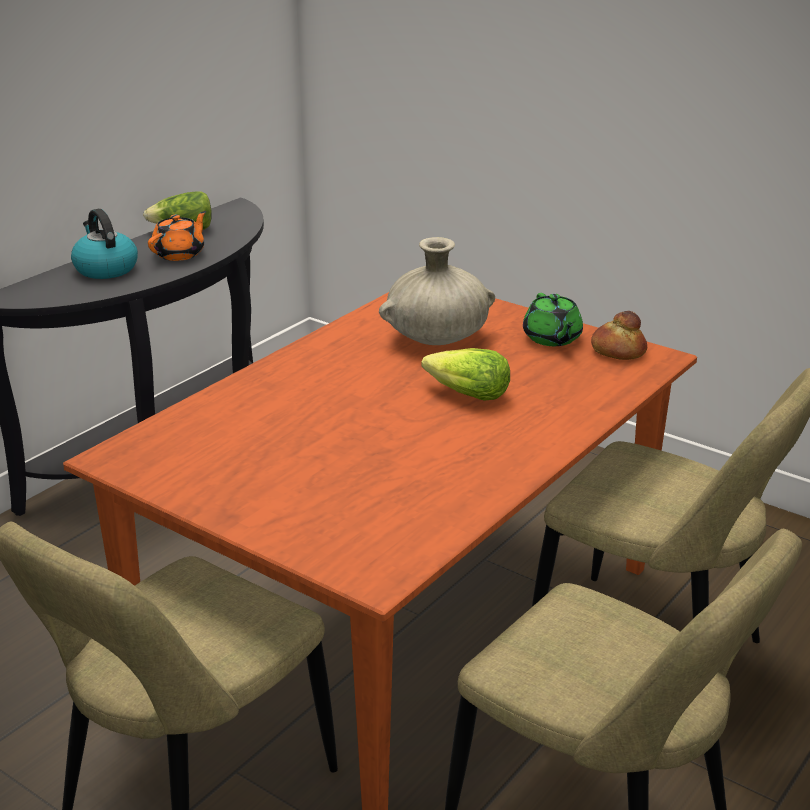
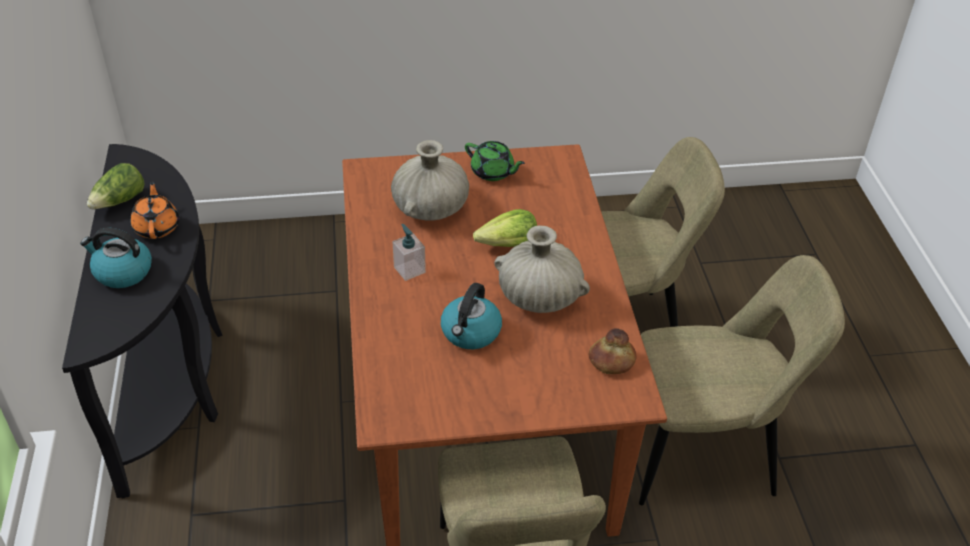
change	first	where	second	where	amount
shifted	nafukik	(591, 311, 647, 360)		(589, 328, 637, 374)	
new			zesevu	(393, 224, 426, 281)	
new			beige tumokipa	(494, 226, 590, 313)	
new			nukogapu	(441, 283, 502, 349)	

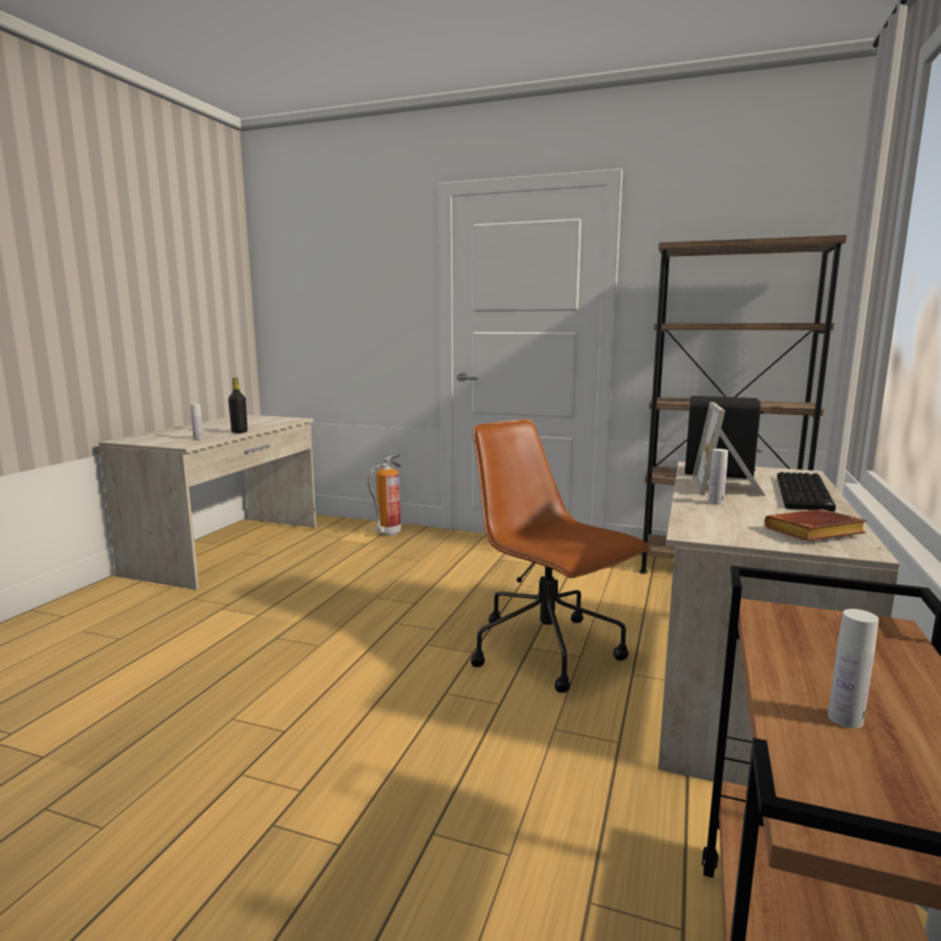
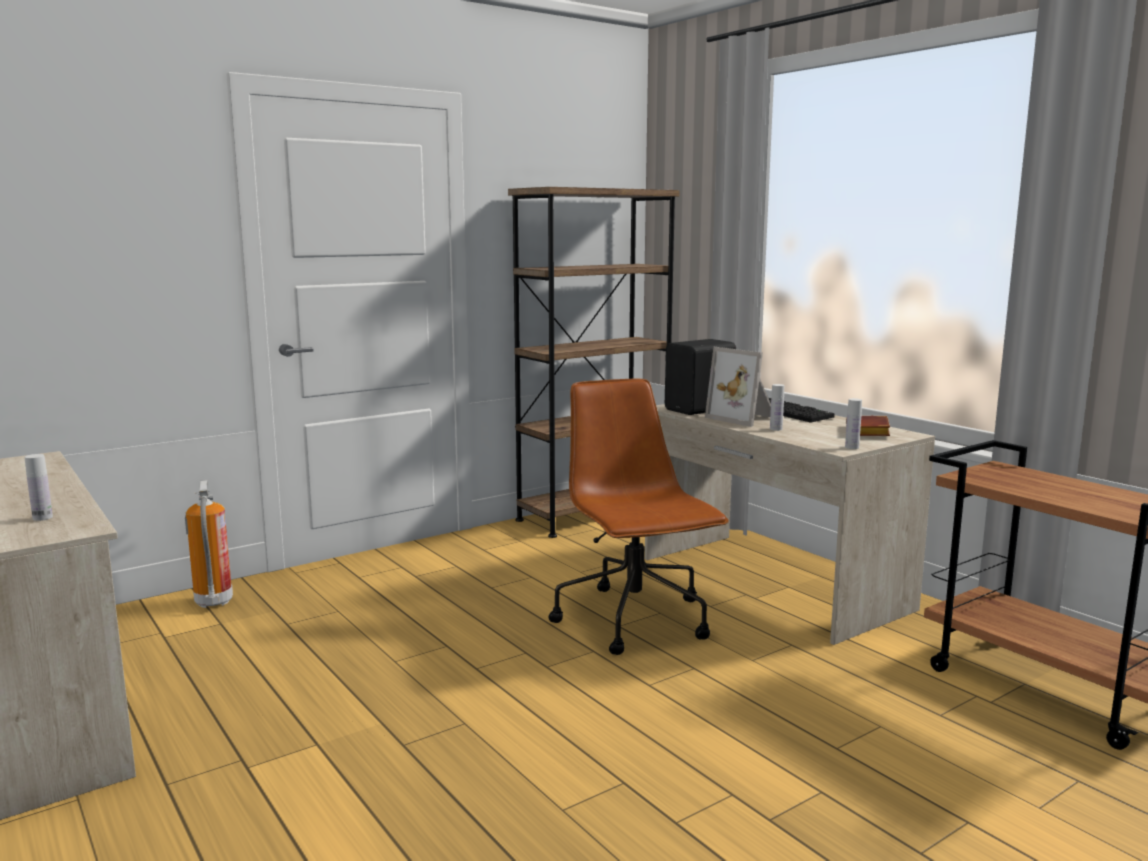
change	first	where	second	where	amount
gone	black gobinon	(228, 378, 248, 433)			
rotated	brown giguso	(471, 419, 651, 693)		(548, 379, 729, 655)	75 degrees clockwise
shifted	white gobinon	(828, 609, 879, 728)		(845, 398, 862, 449)	

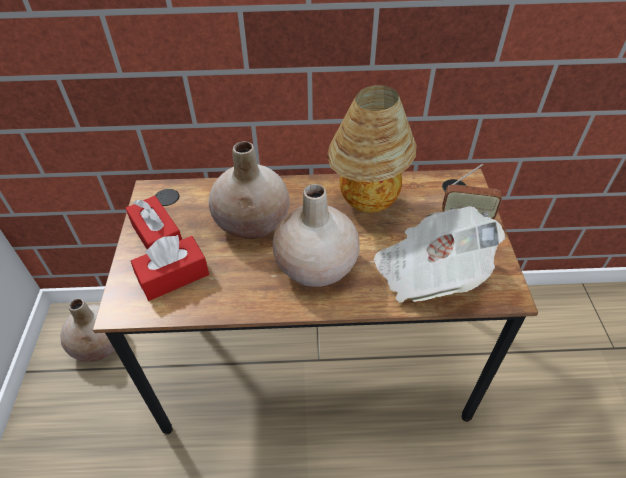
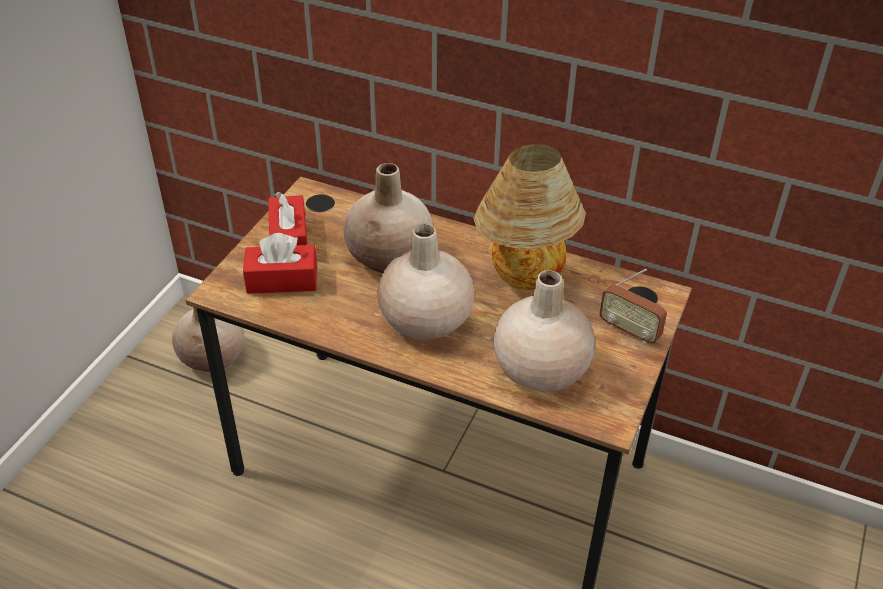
change	first	where	second	where	amount
swapped	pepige	(374, 206, 505, 303)	beige tumokipa	(493, 270, 596, 392)	

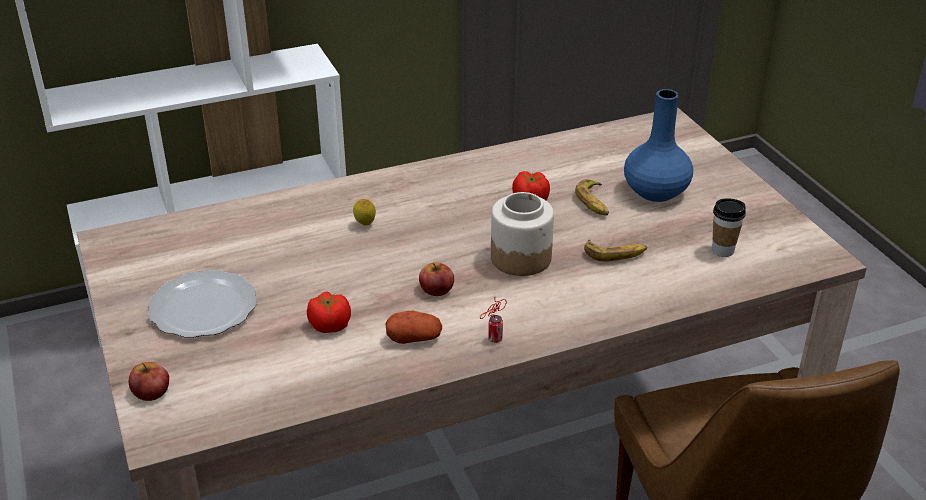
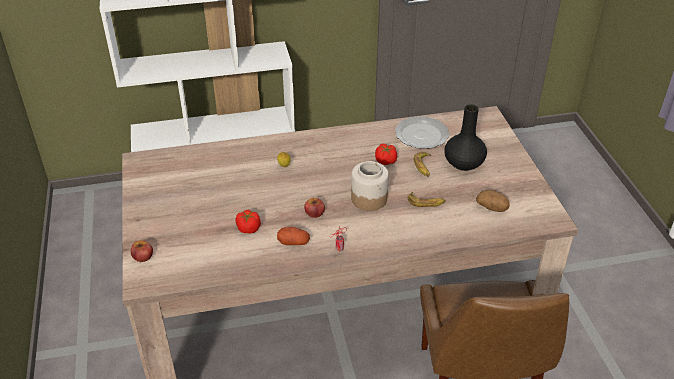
change	first	where	second	where	amount
repainted	blue tumokipa	(624, 89, 693, 202)	black tumokipa	(444, 104, 487, 171)	
swapped	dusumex	(712, 198, 746, 257)	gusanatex	(476, 190, 510, 212)	
shifted	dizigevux	(148, 270, 257, 338)		(395, 116, 450, 149)	

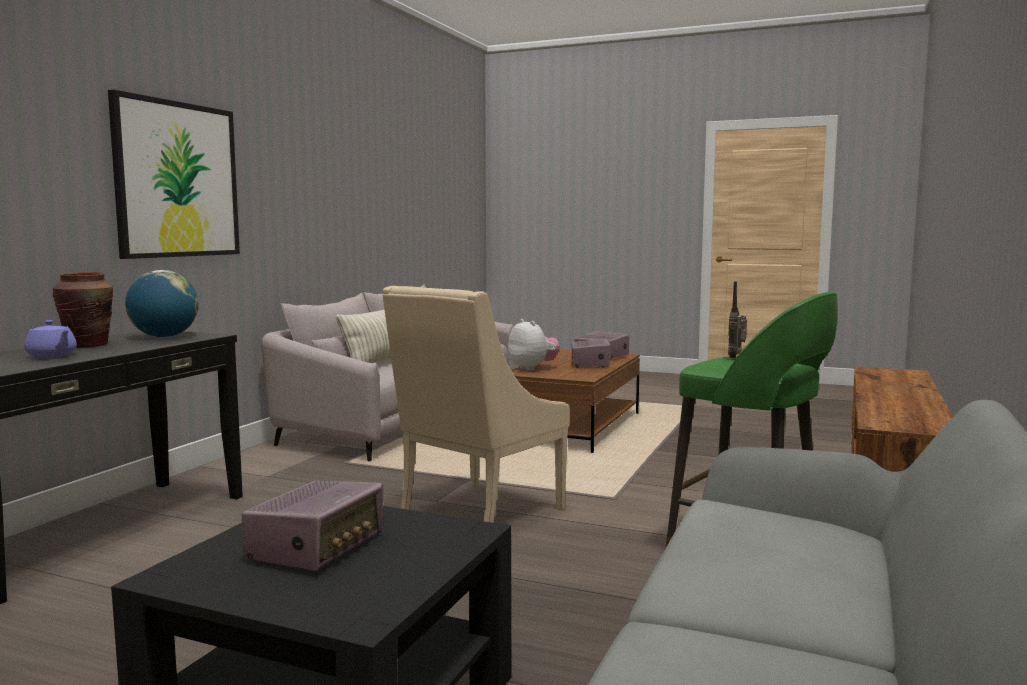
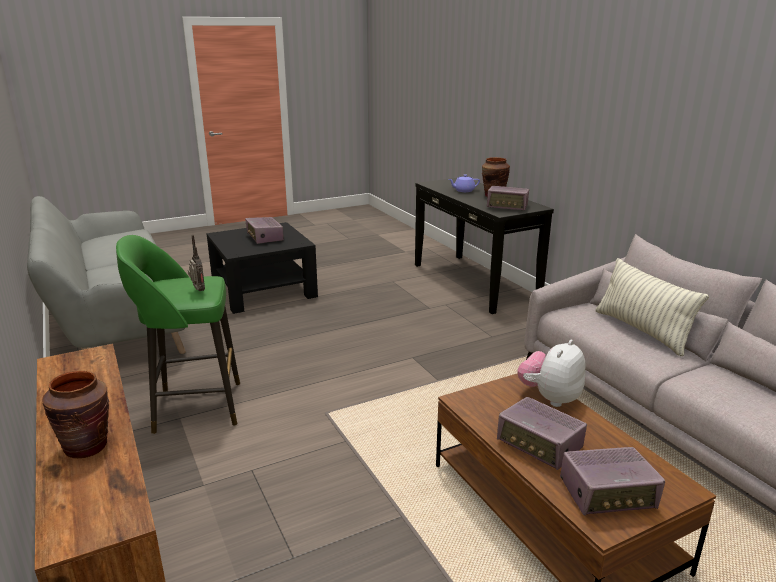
change	first	where	second	where	amount
gone	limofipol	(108, 90, 240, 259)			
swapped	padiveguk	(125, 270, 199, 337)	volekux	(487, 186, 529, 210)	
gone	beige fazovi	(383, 286, 569, 523)			
rotated	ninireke	(508, 319, 560, 371)		(517, 339, 586, 407)	120 degrees clockwise
new			brown tumokipa	(42, 371, 109, 458)	

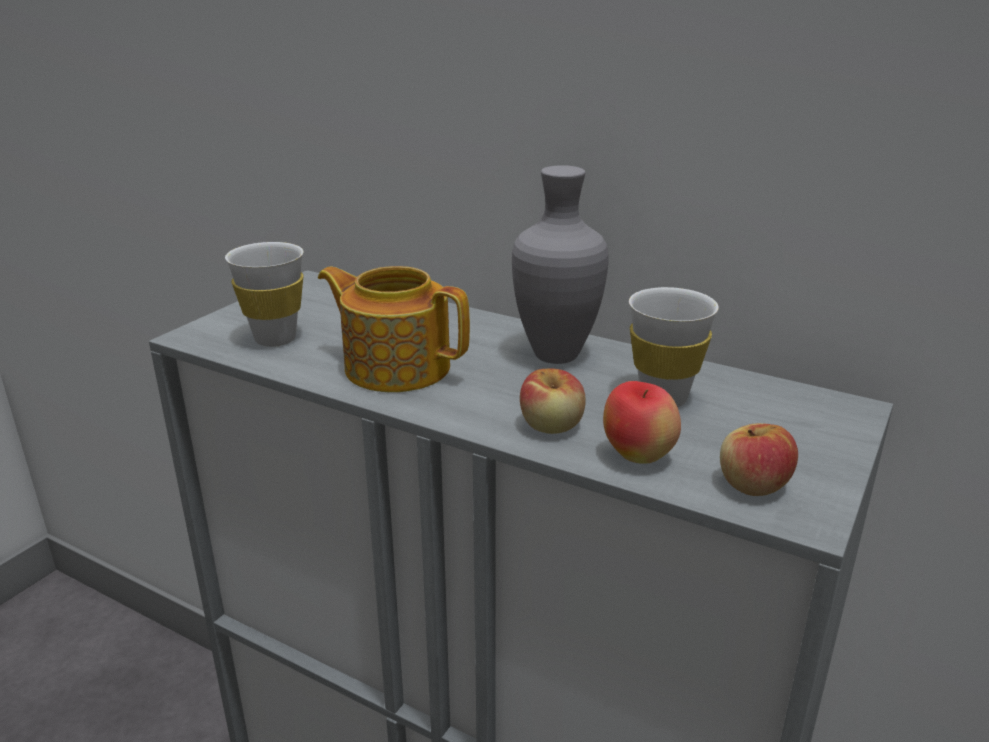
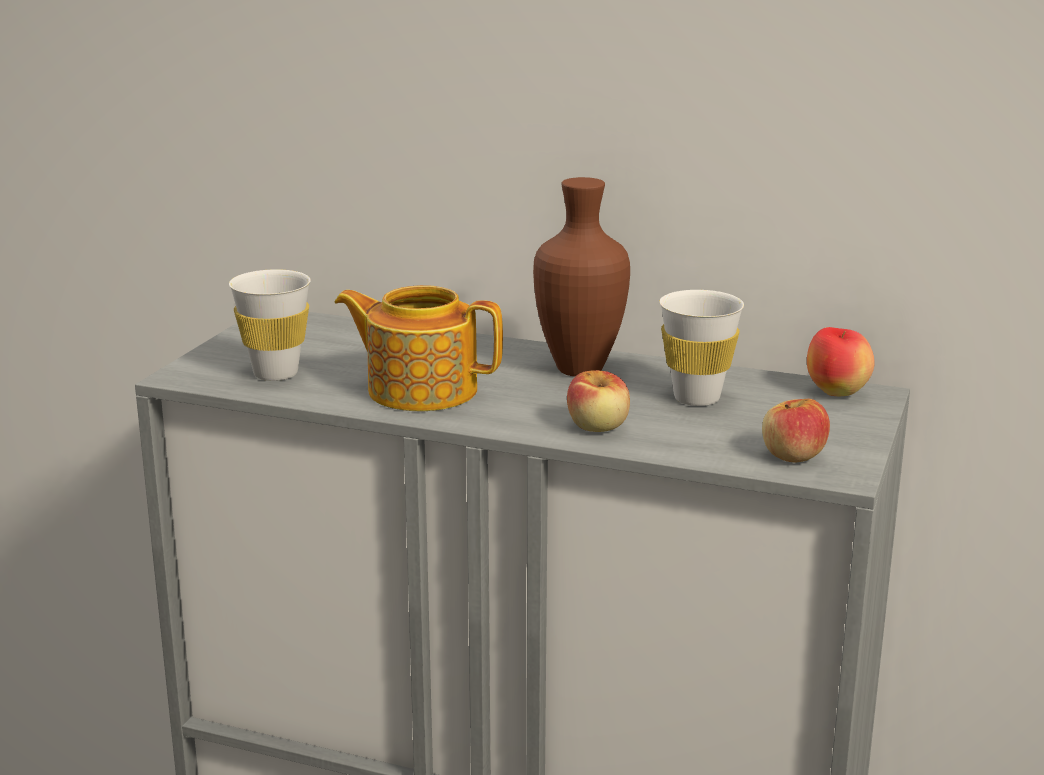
change	first	where	second	where	amount
repainted	grey tumokipa	(512, 165, 609, 364)	brown tumokipa	(533, 177, 630, 377)	
shifted	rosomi	(603, 381, 681, 464)		(807, 327, 875, 396)	

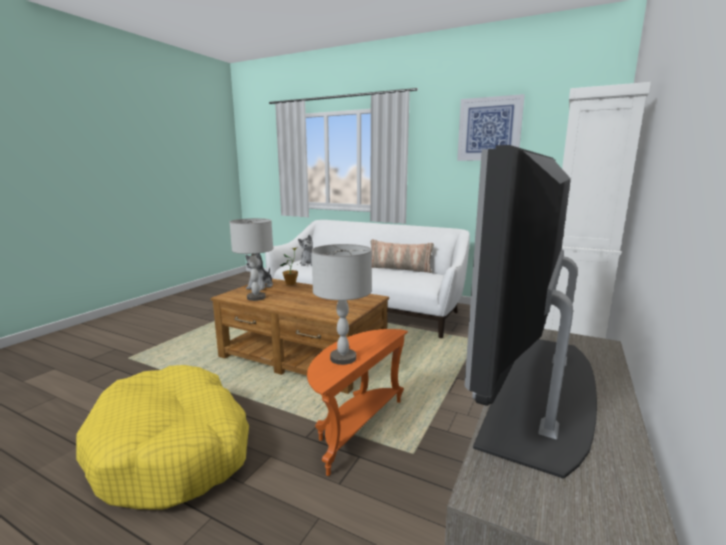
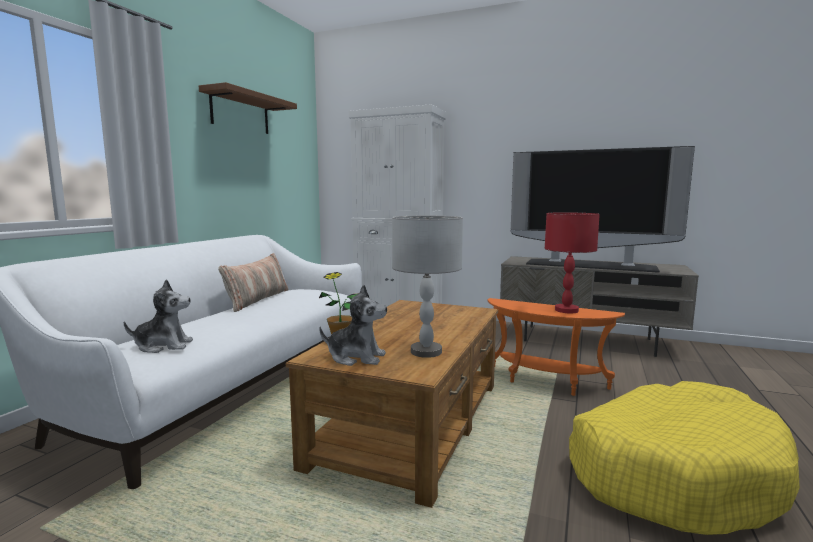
change	first	where	second	where	amount
swapped	limofipol	(457, 94, 525, 161)	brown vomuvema	(199, 82, 297, 134)	
repainted	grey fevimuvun	(312, 244, 372, 365)	red fevimuvun	(545, 212, 600, 313)	

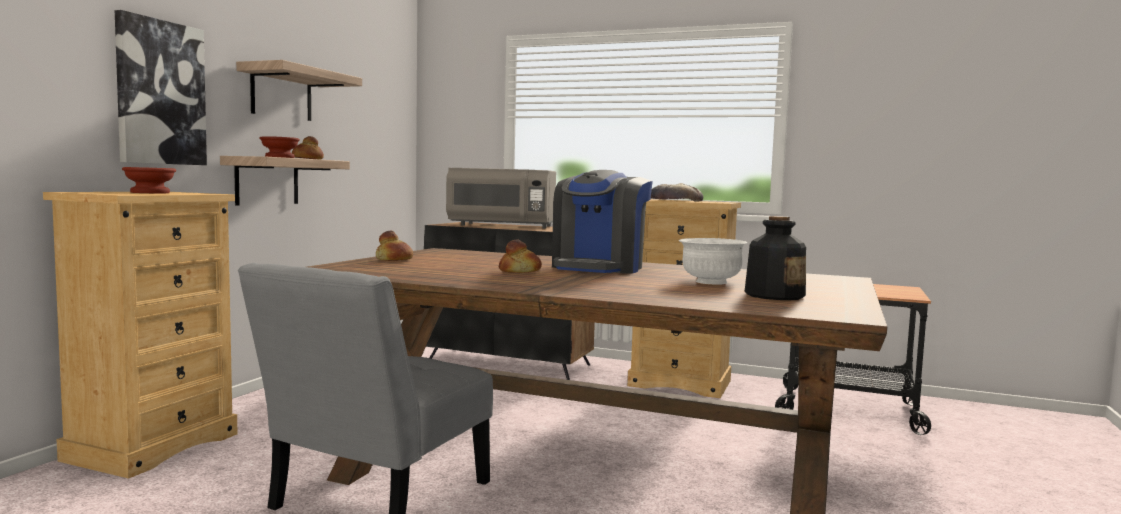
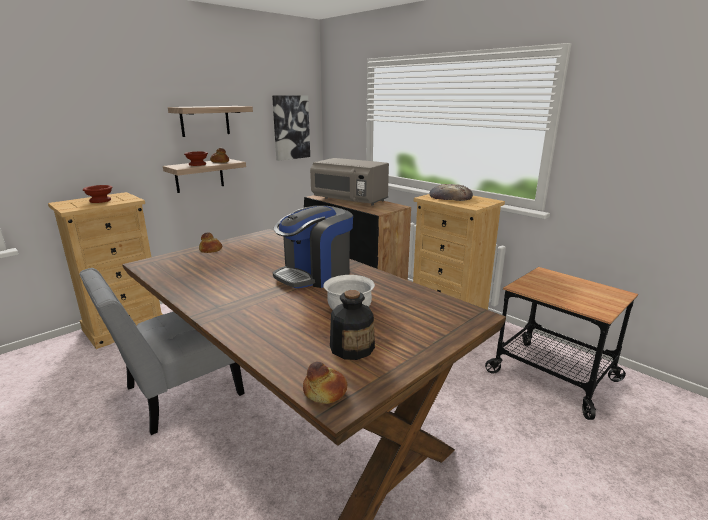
change	first	where	second	where	amount
shifted	limofipol	(115, 10, 207, 165)		(272, 95, 310, 161)	
shifted	nafukik	(499, 240, 542, 273)		(303, 362, 347, 404)	

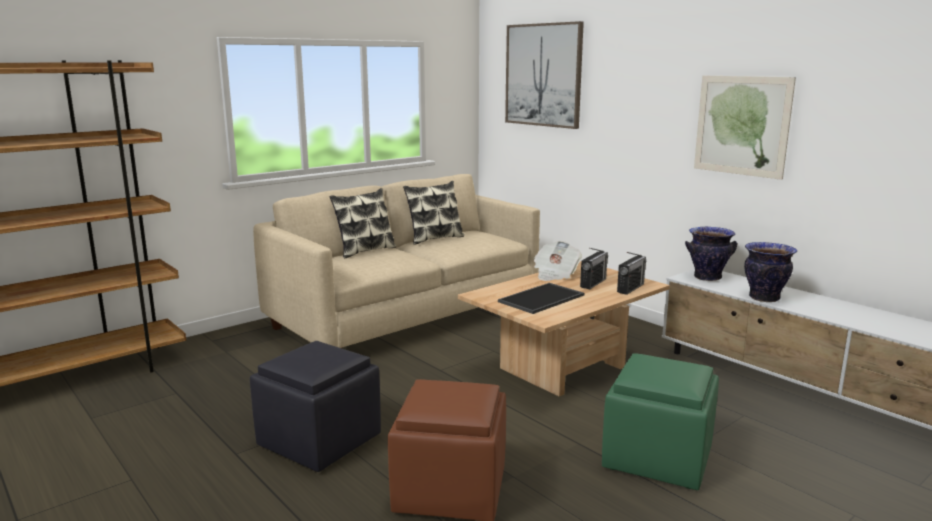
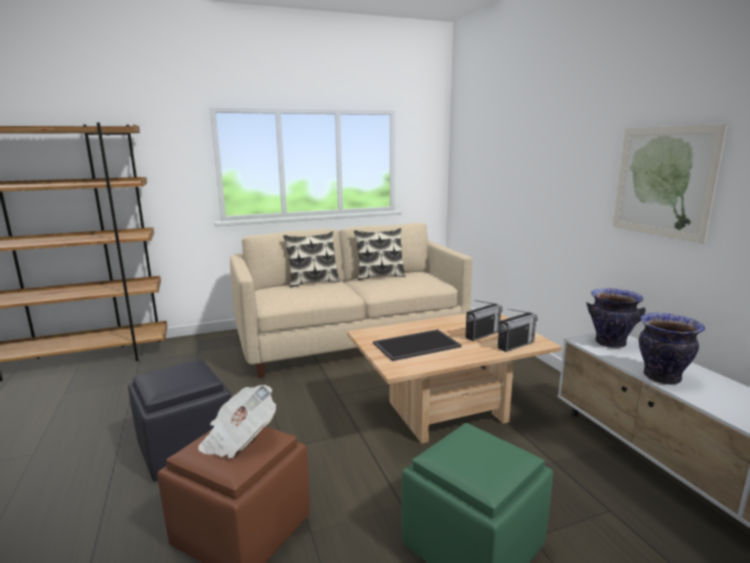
change	first	where	second	where	amount
gone	limofipol	(505, 21, 584, 129)			
shifted	pepige	(534, 241, 582, 281)		(198, 385, 276, 458)	

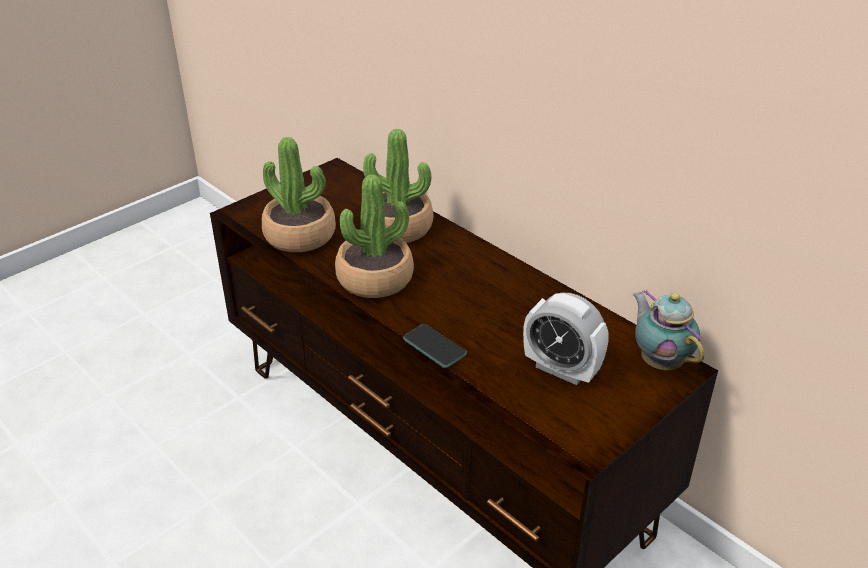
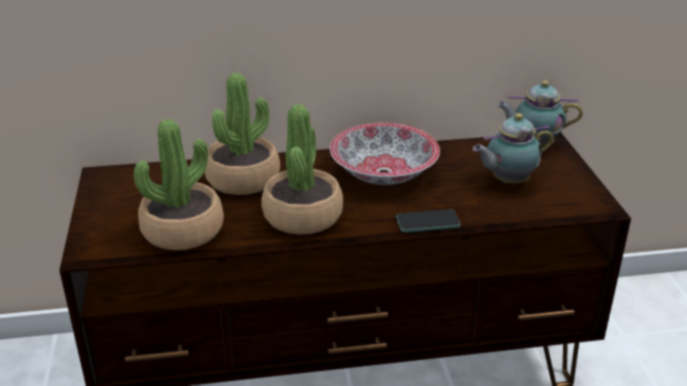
change	first	where	second	where	amount
swapped	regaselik	(523, 293, 609, 385)	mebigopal	(473, 113, 553, 184)	
new			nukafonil	(330, 123, 440, 185)	

